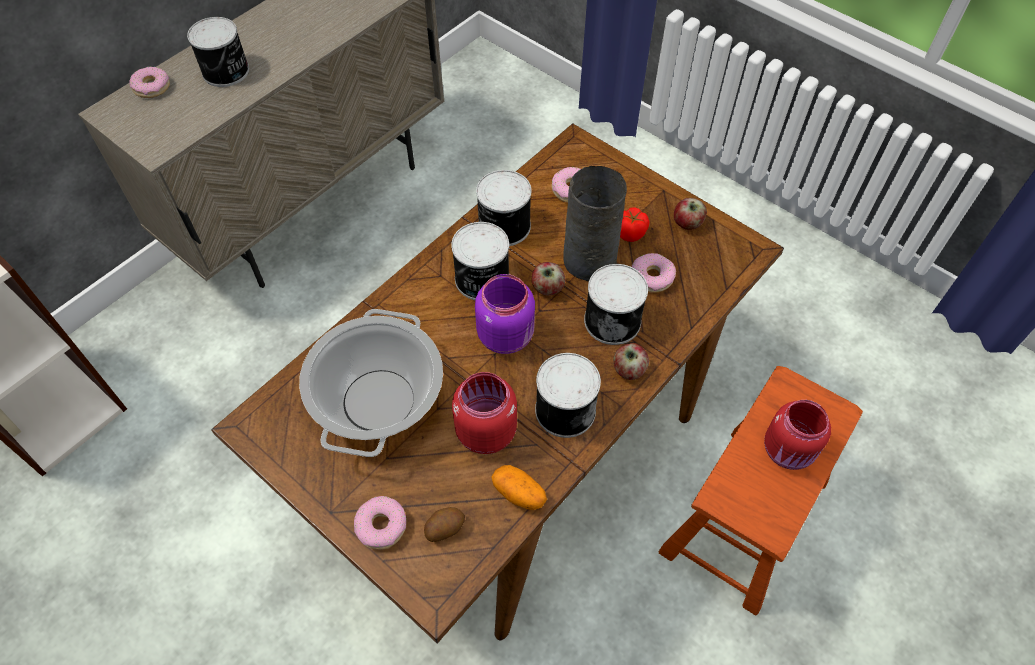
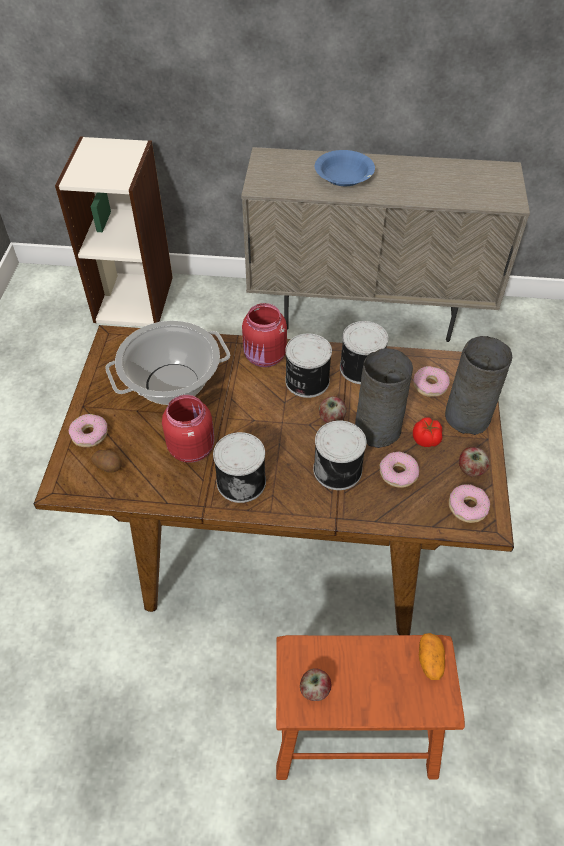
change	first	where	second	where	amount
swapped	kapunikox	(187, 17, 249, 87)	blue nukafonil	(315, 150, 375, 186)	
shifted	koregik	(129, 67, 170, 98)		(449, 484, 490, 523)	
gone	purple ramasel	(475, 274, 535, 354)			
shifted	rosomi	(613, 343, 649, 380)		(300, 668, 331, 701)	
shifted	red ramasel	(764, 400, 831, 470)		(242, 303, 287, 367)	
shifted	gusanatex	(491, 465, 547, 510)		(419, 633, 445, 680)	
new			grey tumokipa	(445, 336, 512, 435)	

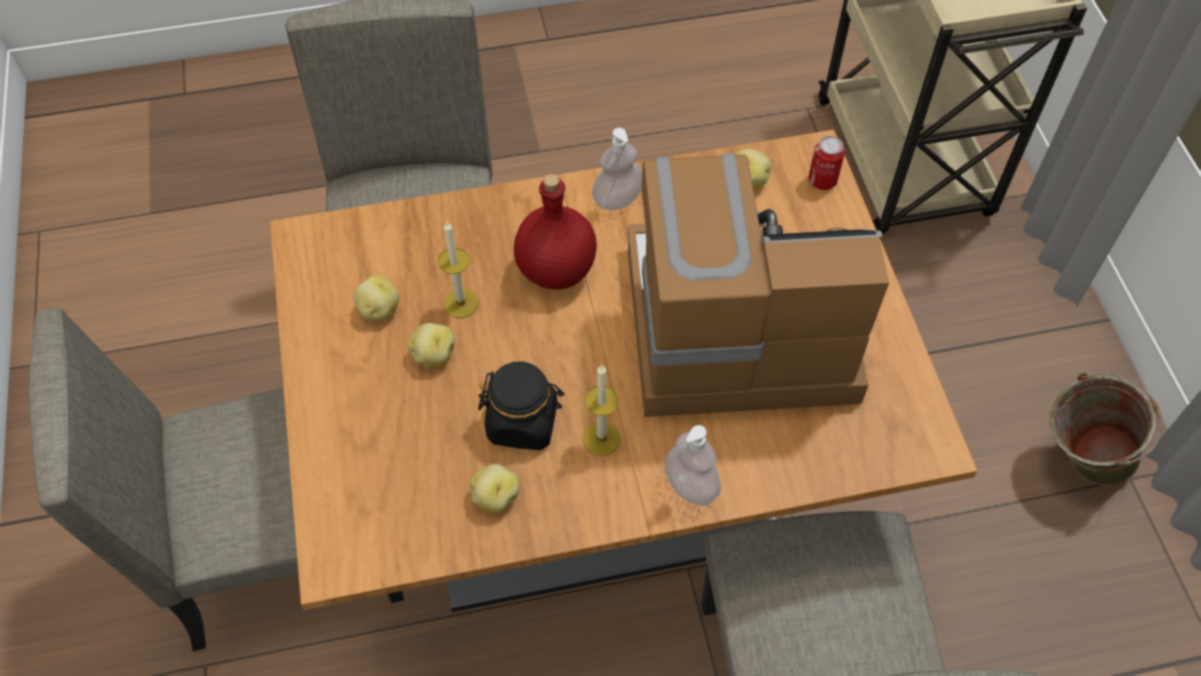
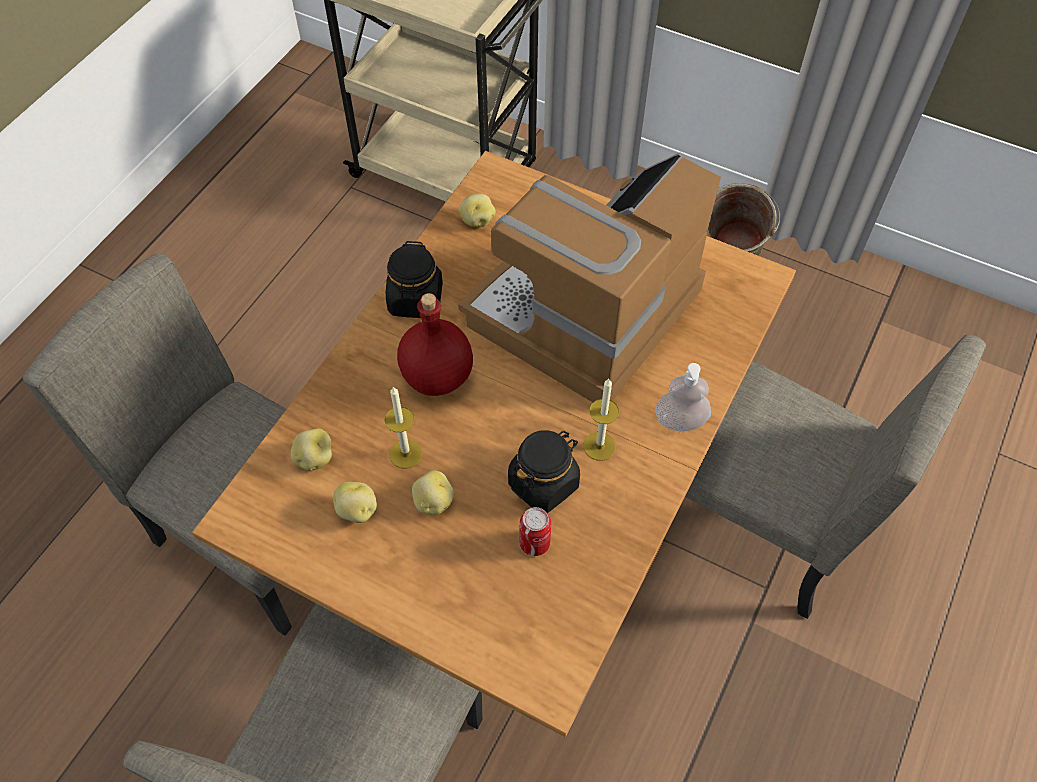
change	first	where	second	where	amount
swapped	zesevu	(592, 128, 642, 211)	black ramasel	(386, 241, 443, 318)	
shifted	kapunikox	(808, 136, 845, 190)		(519, 507, 551, 556)	
shifted	gusanatex	(470, 464, 519, 512)		(291, 428, 332, 471)	

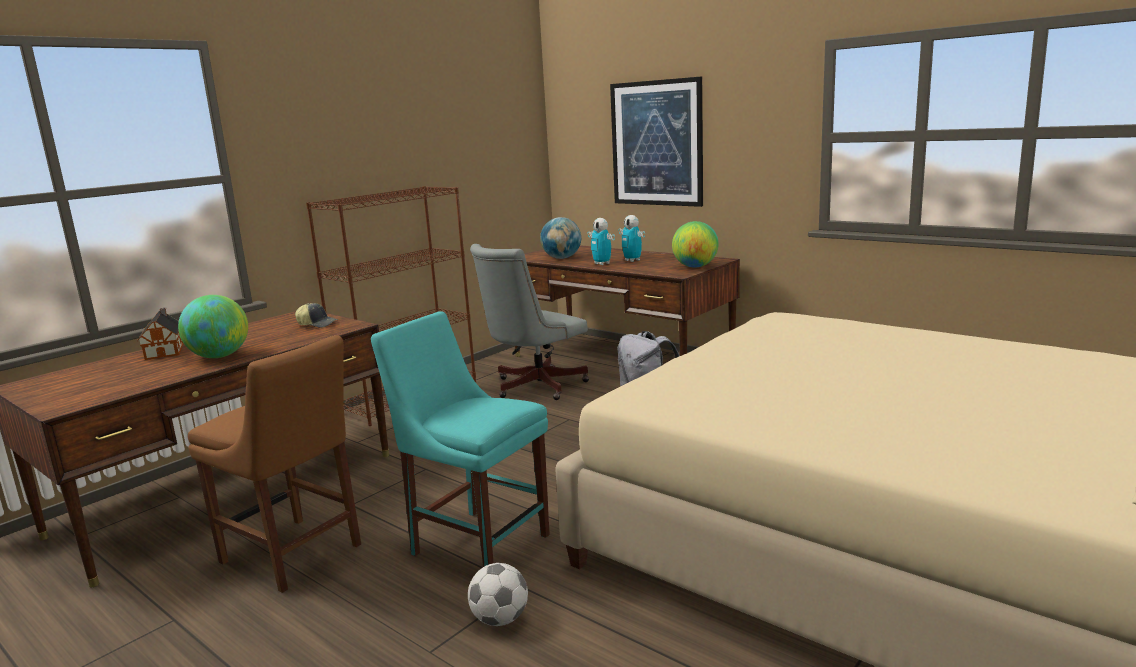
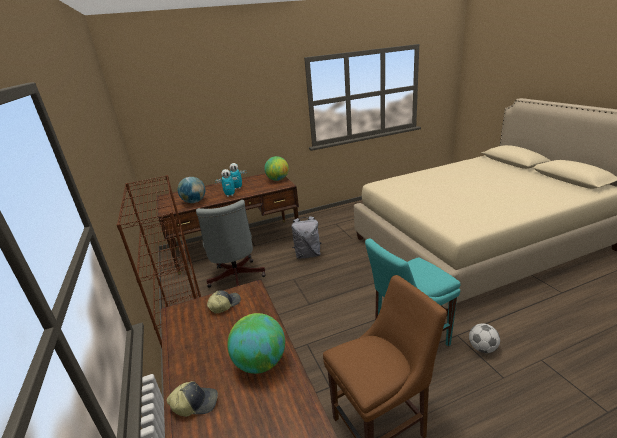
change	first	where	second	where	amount
gone	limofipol	(610, 77, 703, 207)			
swapped	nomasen	(137, 308, 183, 360)	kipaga	(167, 381, 218, 417)	

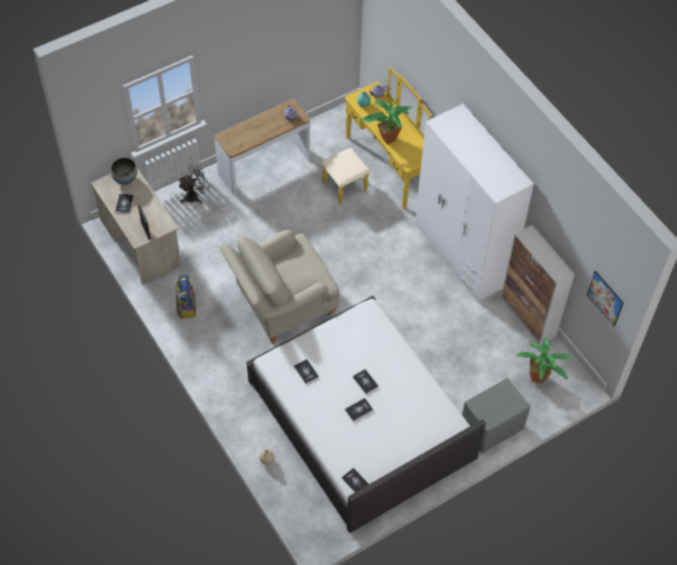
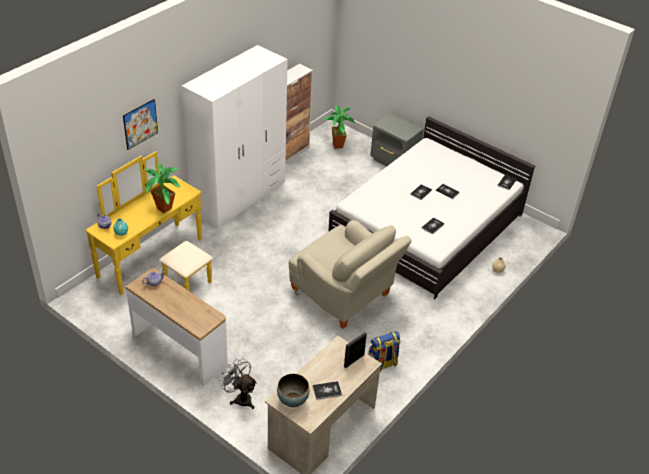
change	first	where	second	where	amount
shifted	limofipol	(587, 271, 623, 327)		(123, 99, 158, 150)	

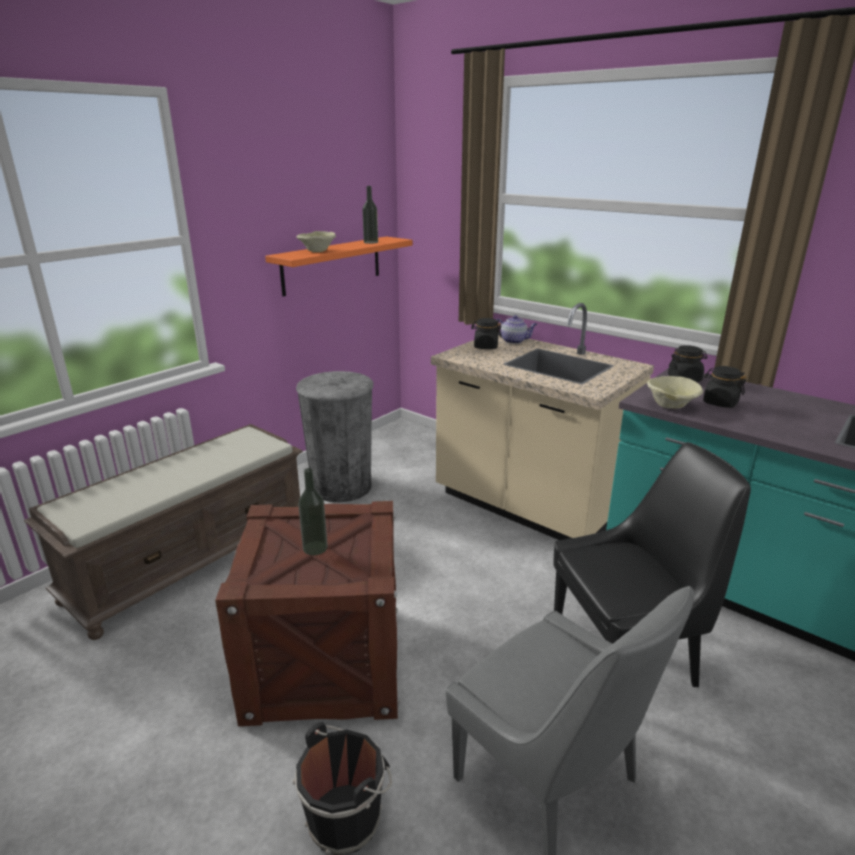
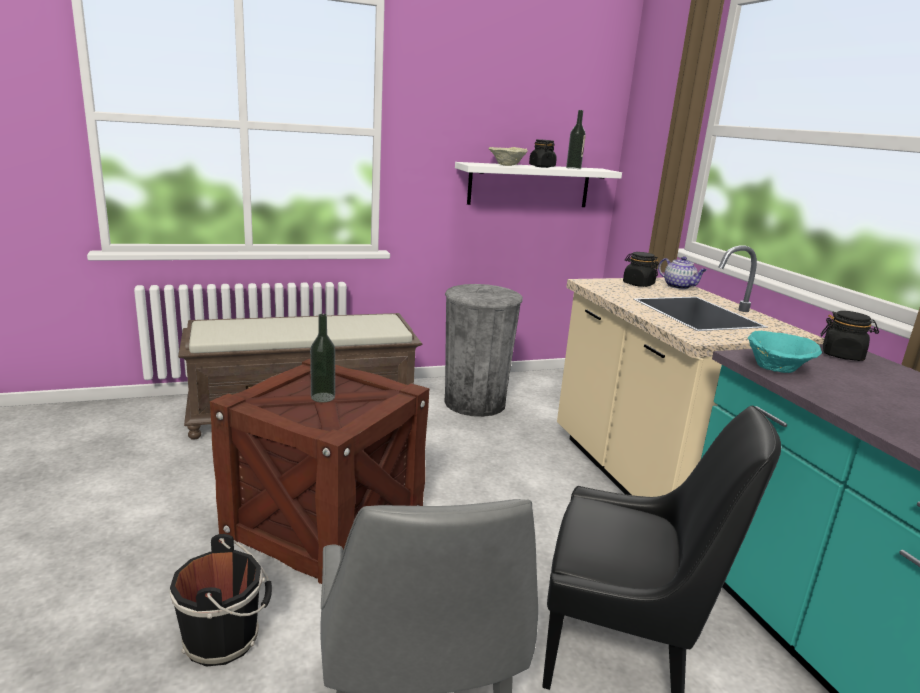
change	first	where	second	where	amount
repainted	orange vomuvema	(265, 237, 413, 297)	white vomuvema	(455, 162, 622, 207)	
shifted	black ramasel	(703, 366, 746, 408)		(529, 139, 557, 168)	
repainted	beige nukafonil	(647, 376, 703, 409)	turquoise nukafonil	(748, 331, 822, 373)	

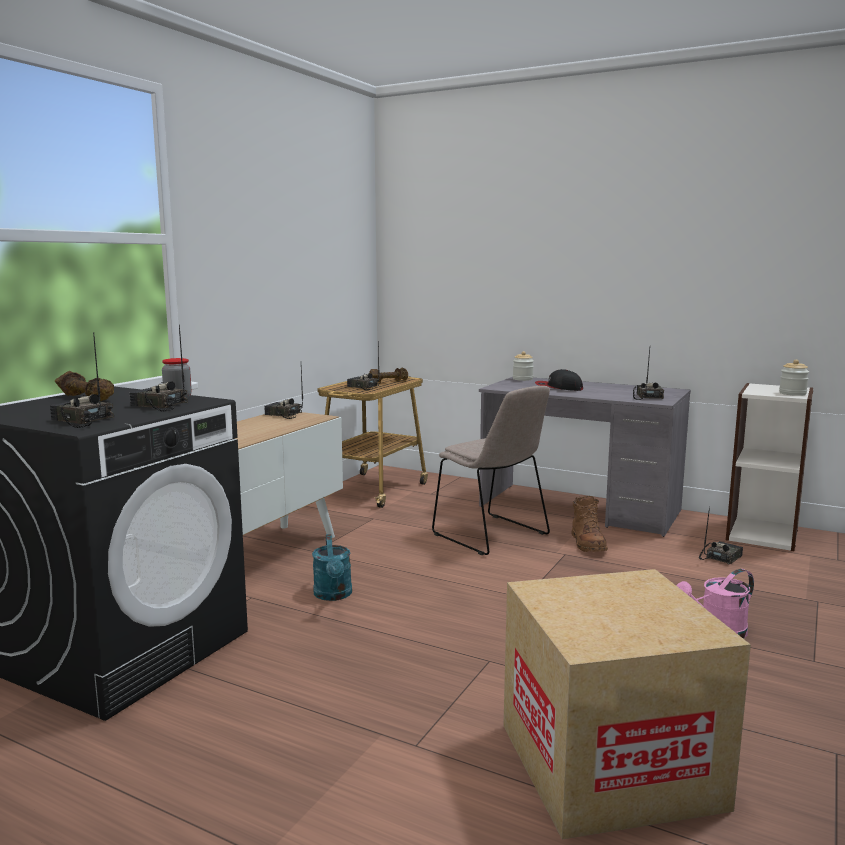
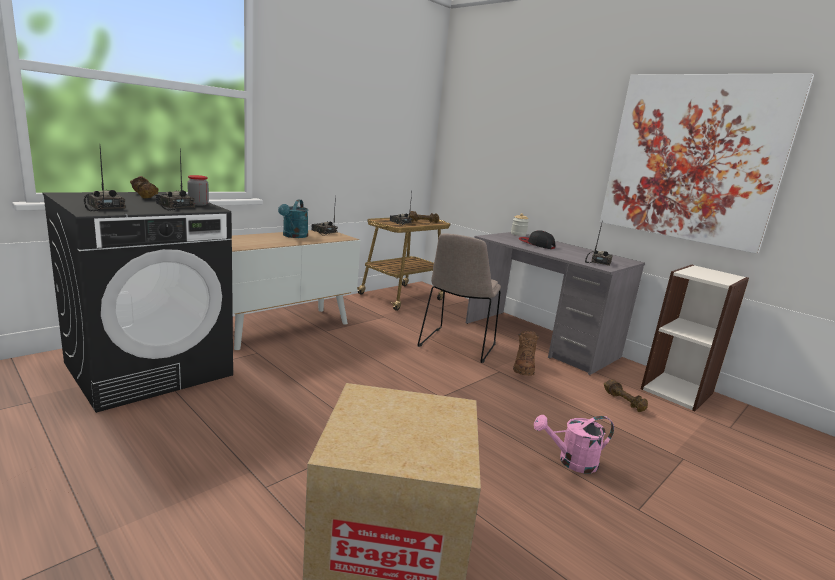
change	first	where	second	where	amount
gone	ramasel	(779, 360, 809, 396)			
rotated	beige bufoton	(432, 386, 550, 555)		(418, 234, 501, 363)	45 degrees clockwise
swapped	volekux	(699, 506, 743, 565)	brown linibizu	(604, 379, 648, 412)	
shifted	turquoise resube	(312, 534, 352, 601)		(278, 199, 308, 238)	
new			limofipol	(600, 73, 814, 254)	

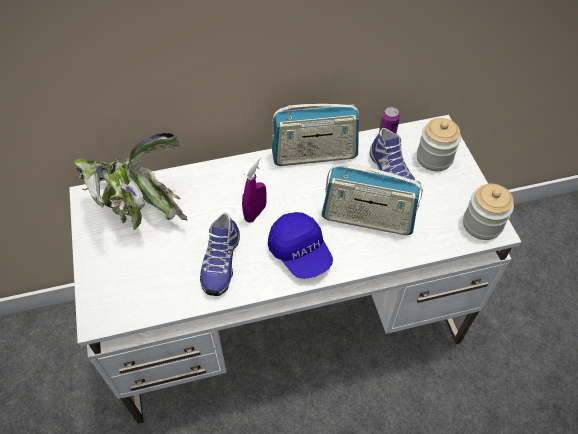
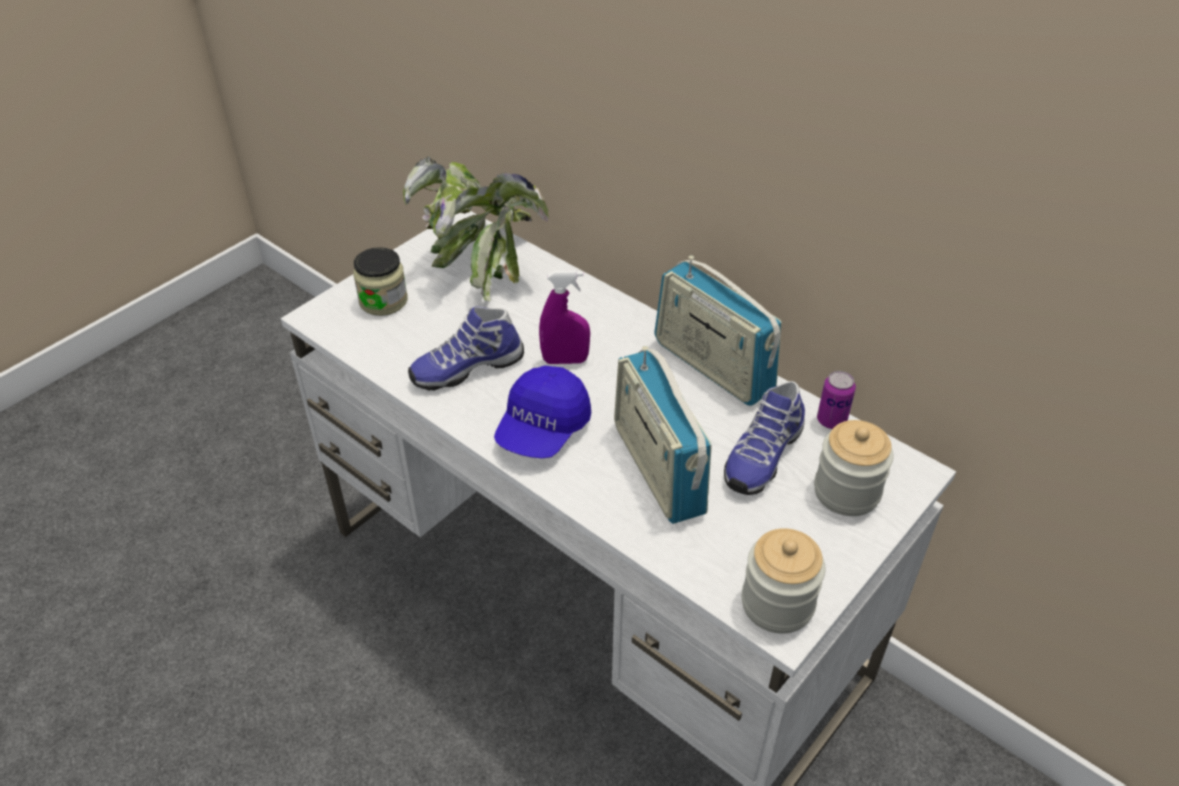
change	first	where	second	where	amount
new			ramasel	(353, 247, 408, 316)	

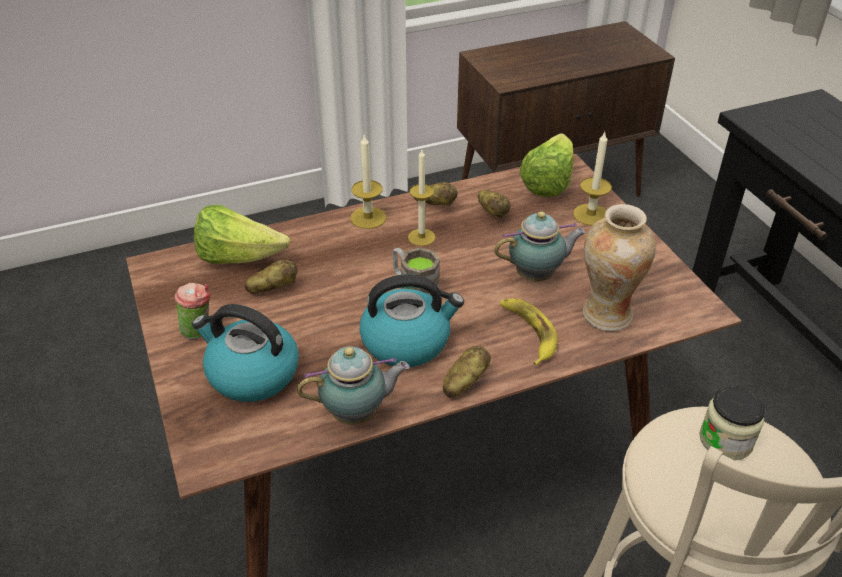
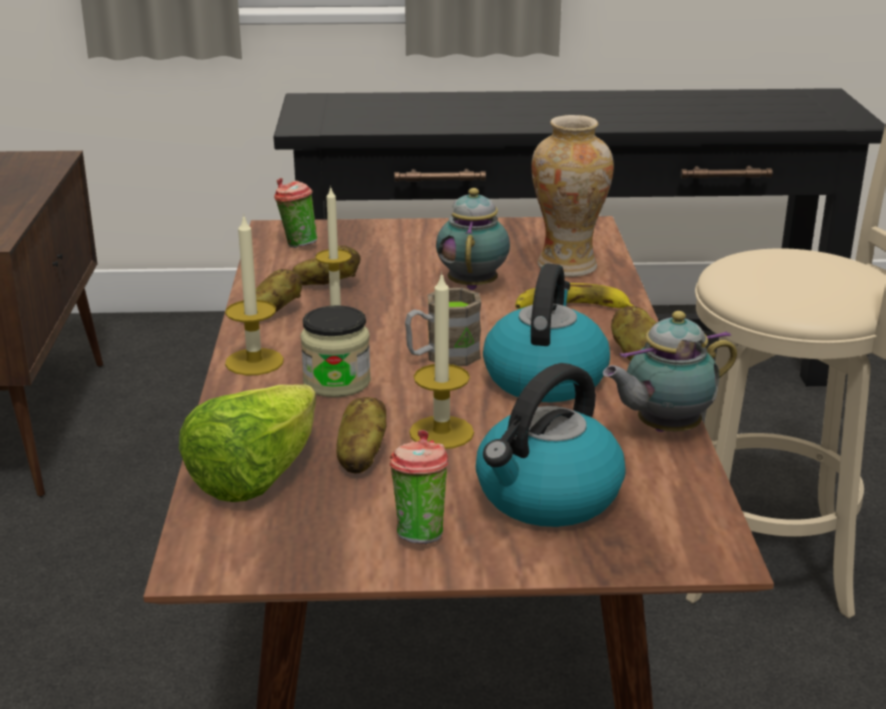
change	first	where	second	where	amount
shifted	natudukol	(573, 132, 612, 226)		(409, 272, 474, 449)	
swapped	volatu	(520, 133, 574, 197)	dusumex	(274, 178, 317, 248)	
rotated	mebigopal	(297, 346, 410, 425)		(603, 311, 737, 432)	120 degrees counterclockwise
shifted	ramasel	(699, 386, 765, 460)		(300, 305, 371, 397)	

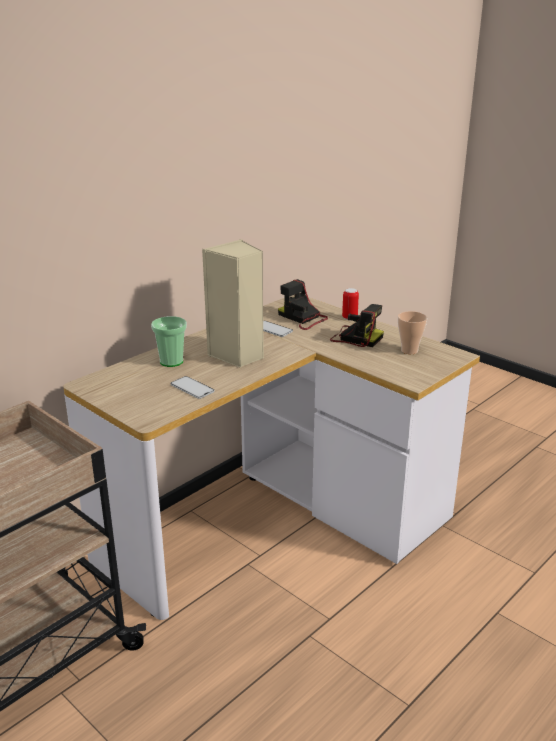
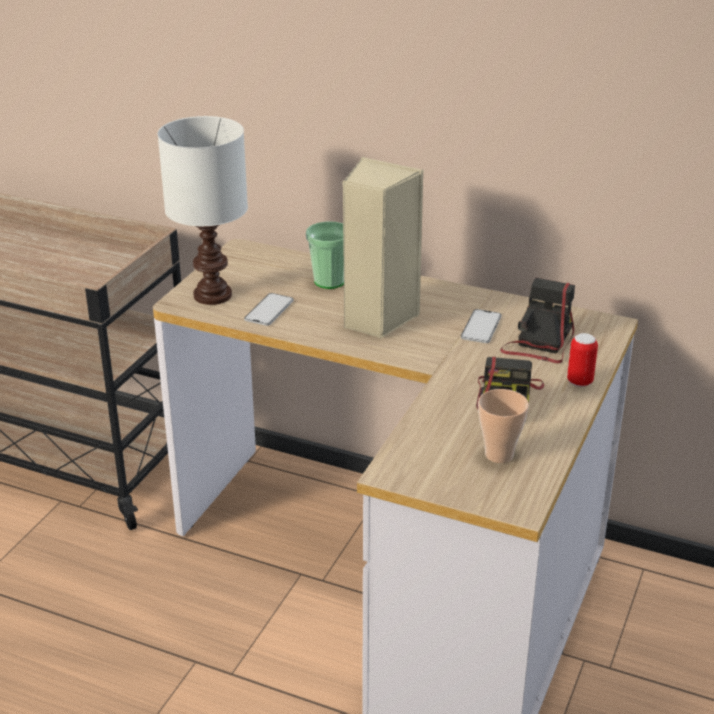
change	first	where	second	where	amount
new			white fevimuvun	(158, 116, 248, 305)	

